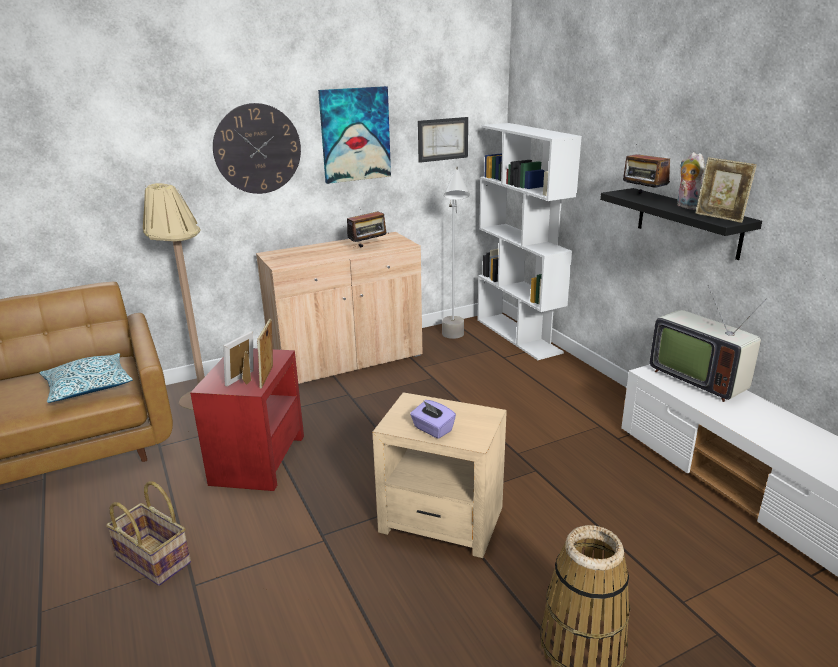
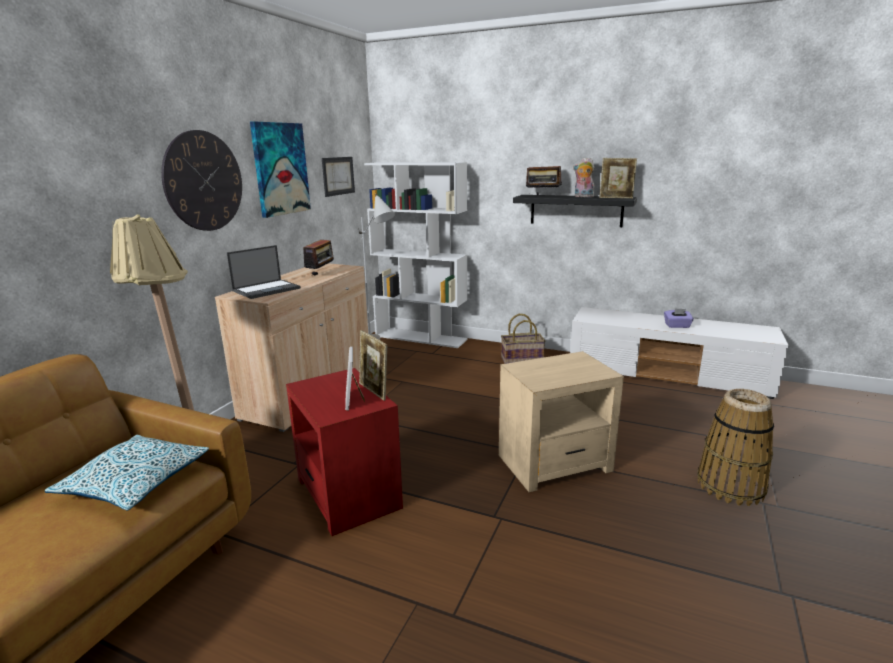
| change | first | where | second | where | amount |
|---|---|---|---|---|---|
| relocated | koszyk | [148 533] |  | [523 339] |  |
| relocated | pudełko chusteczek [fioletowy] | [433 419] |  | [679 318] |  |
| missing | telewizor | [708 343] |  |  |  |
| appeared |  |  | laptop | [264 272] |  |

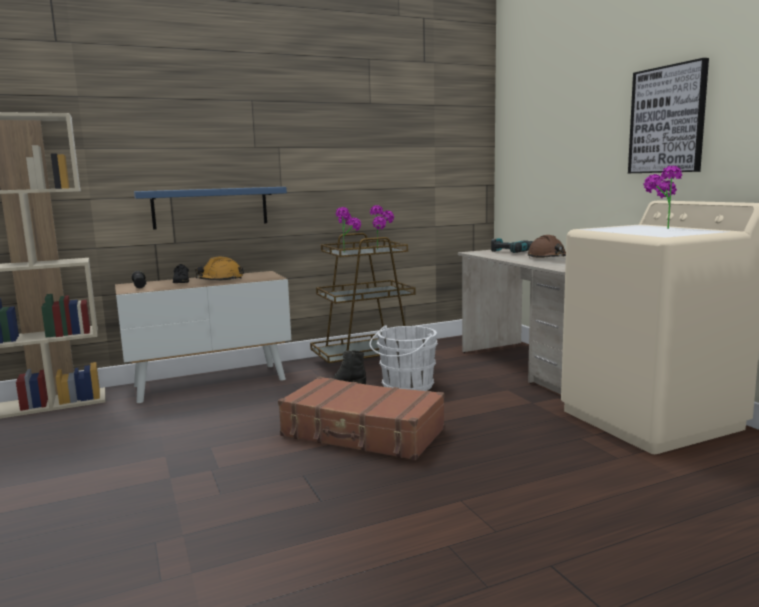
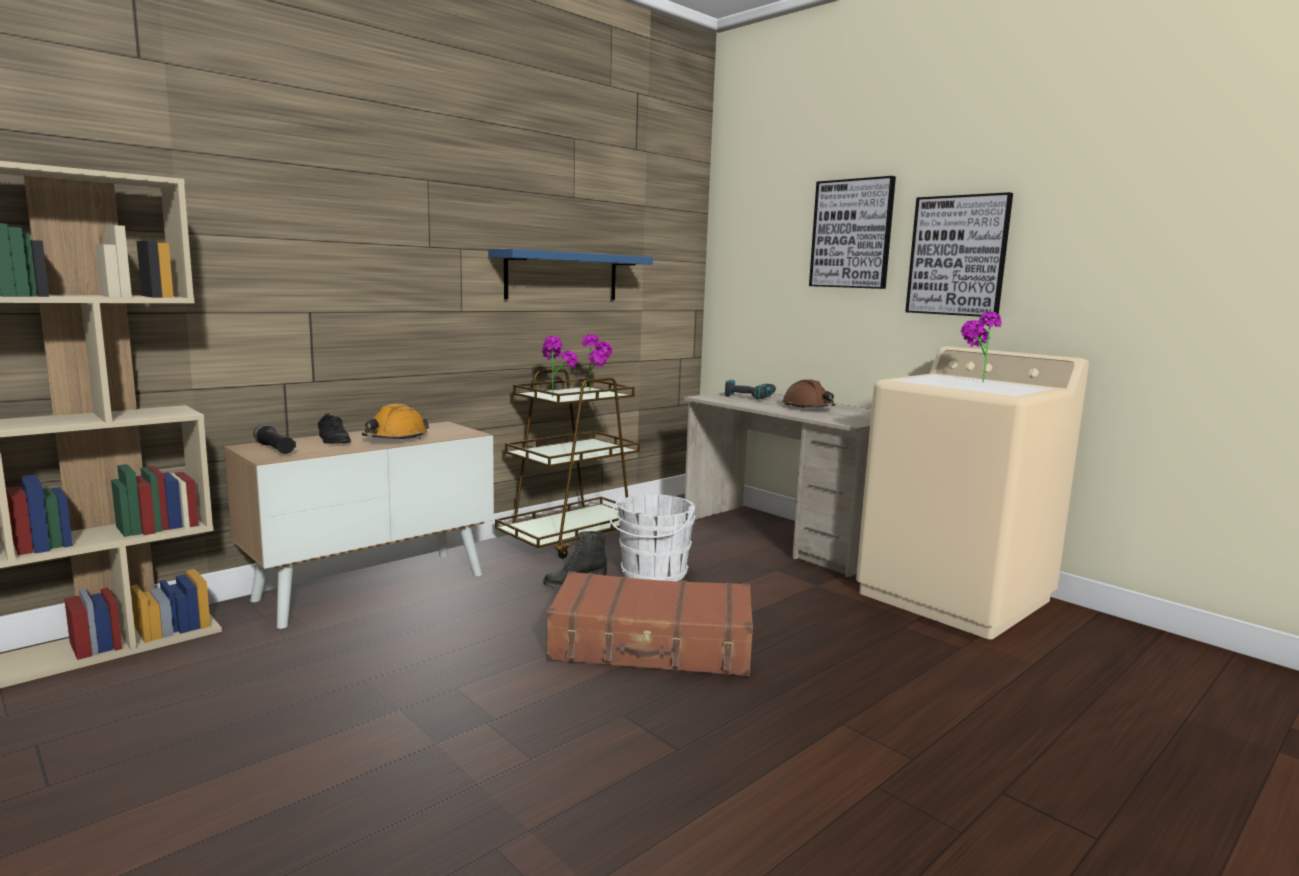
| change | first | where | second | where | amount |
|---|---|---|---|---|---|
| relocated | półka [niebieski] | [210 208] |  | [570 274] |  |
| appeared |  |  | obraz | [852 232] |  |

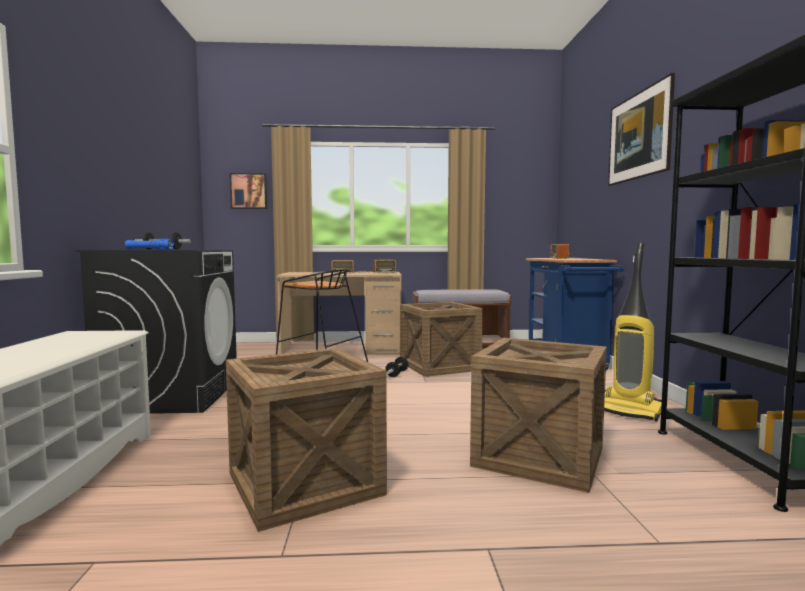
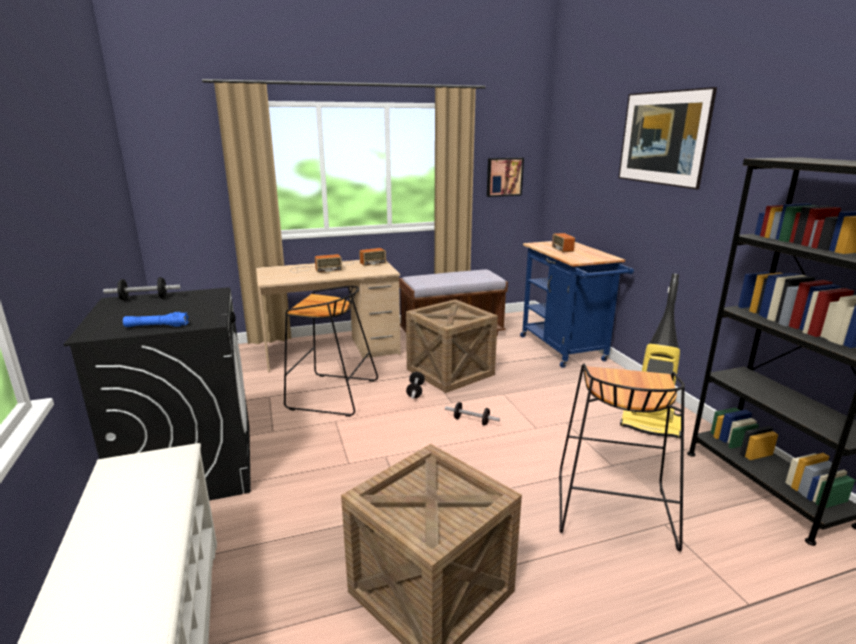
| change | first | where | second | where | amount |
|---|---|---|---|---|---|
| relocated | obraz | [248 191] |  | [505 177] |  |
| exchanged | skrzynka | [538 415] | stołek [czarny] | [622 457] |  |
| appeared |  |  | hantel | [472 414] |  |

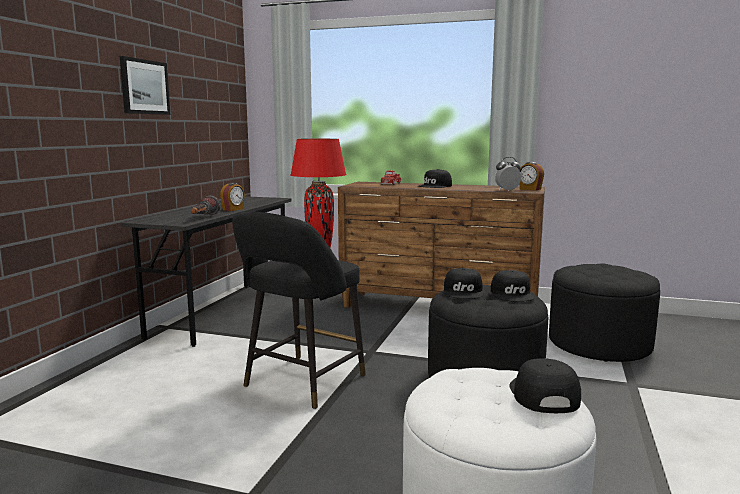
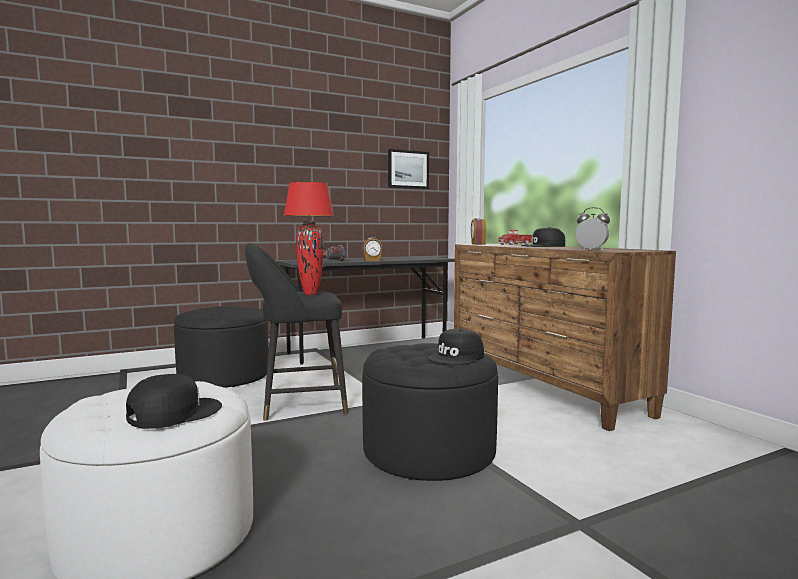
| change | first | where | second | where | amount |
|---|---|---|---|---|---|
| relocated | obraz | [145 85] |  | [408 169] |  |
| missing | czapka z daszkiem [czarny] | [463 283] |  |  |  |
| relocated | budzik | [531 176] |  | [478 231] |  |
| relocated | pufa [czarny] | [604 313] |  | [221 347] |  |

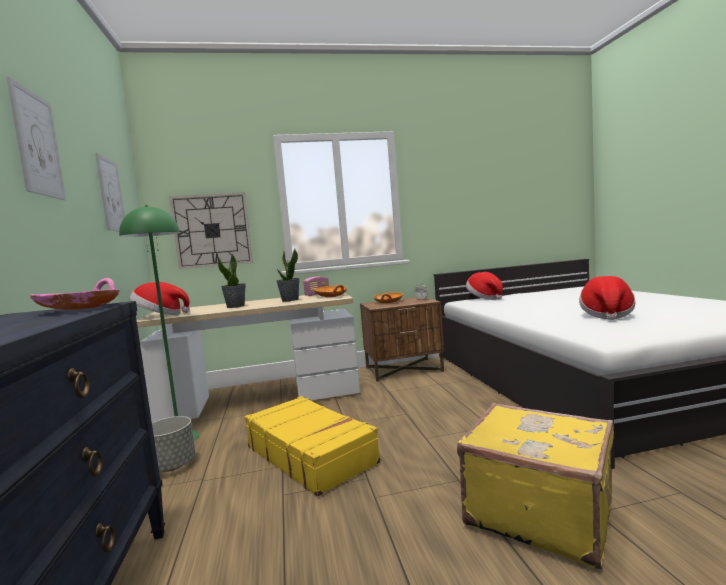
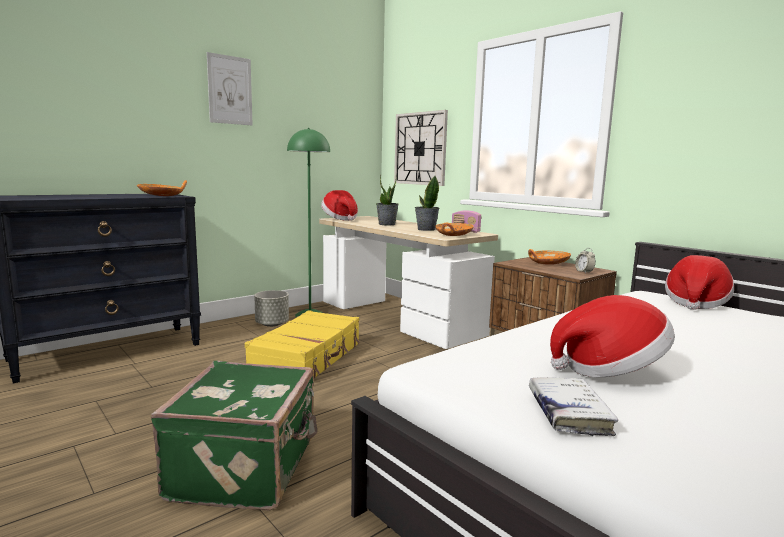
| change | first | where | second | where | amount |
|---|---|---|---|---|---|
| colour | miska [różowy] | [75 294] | miska [pomarańczowy] | [162 188] |  |
| missing | obraz | [110 192] |  |  |  |
| colour | walizka [żółty] | [535 486] | walizka [zielony] | [234 435] |  |
| appeared |  |  | książka [biały] | [573 406] |  |

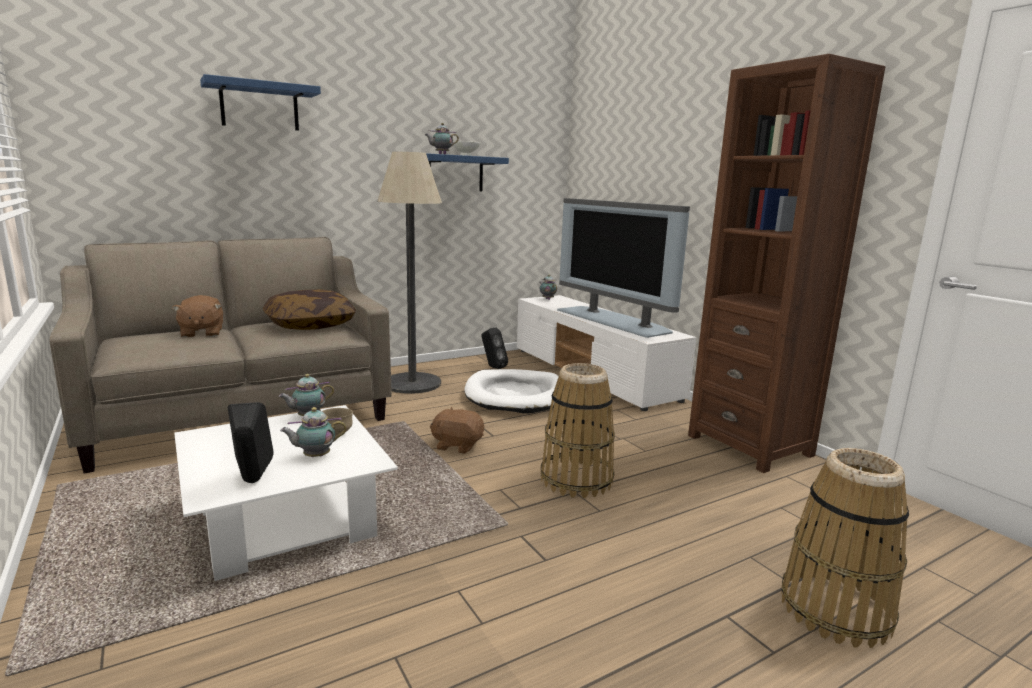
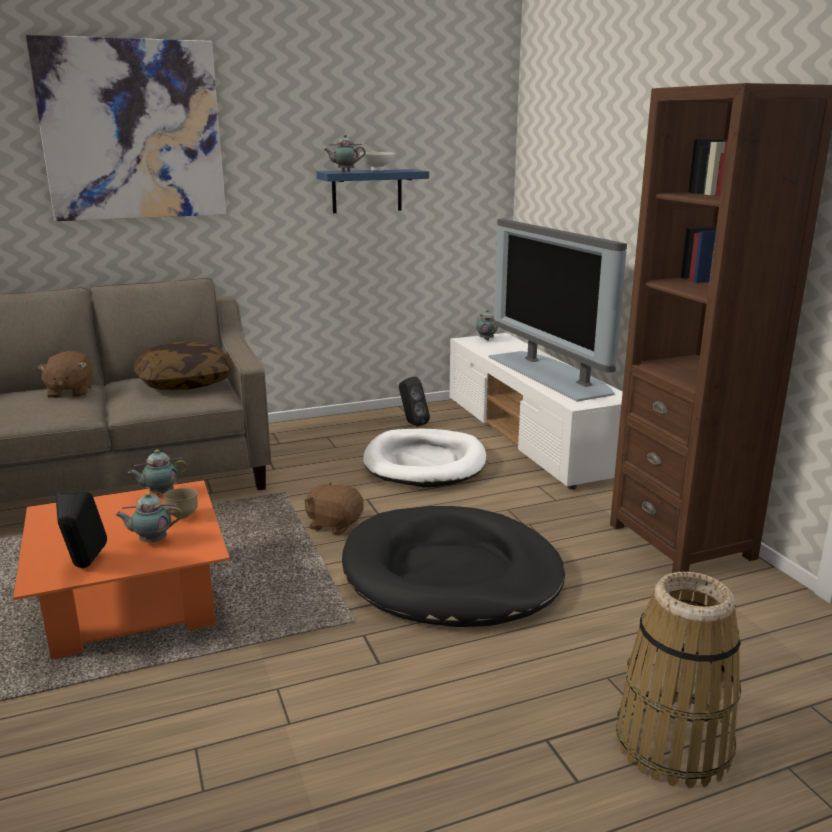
| change | first | where | second | where | amount |
|---|---|---|---|---|---|
| colour | ława [biały] | [286 493] | ława [pomarańczowy] | [121 570] |  |
| exchanged | półka [niebieski] | [260 102] | obraz | [126 128] |  |
| missing | lampa stojąca | [409 273] |  |  |  |
| exchanged | koszyk | [577 430] | legowisko [czarny] | [453 566] |  |

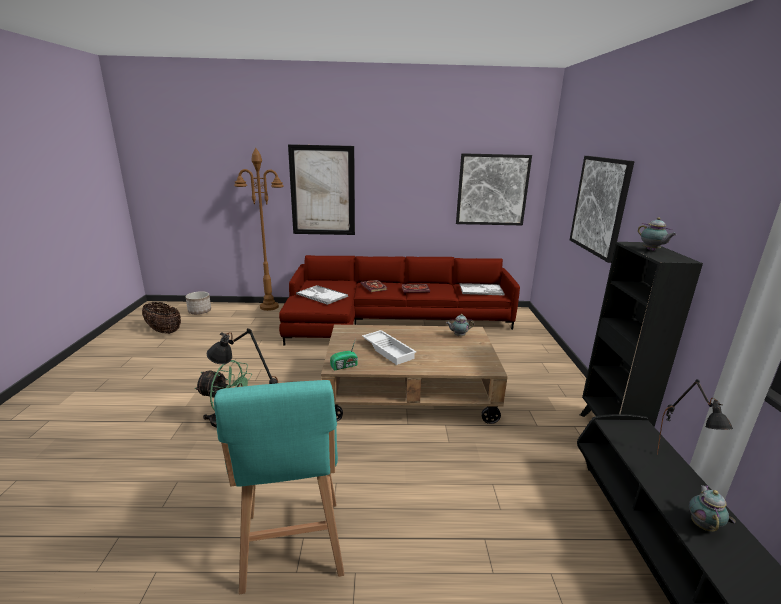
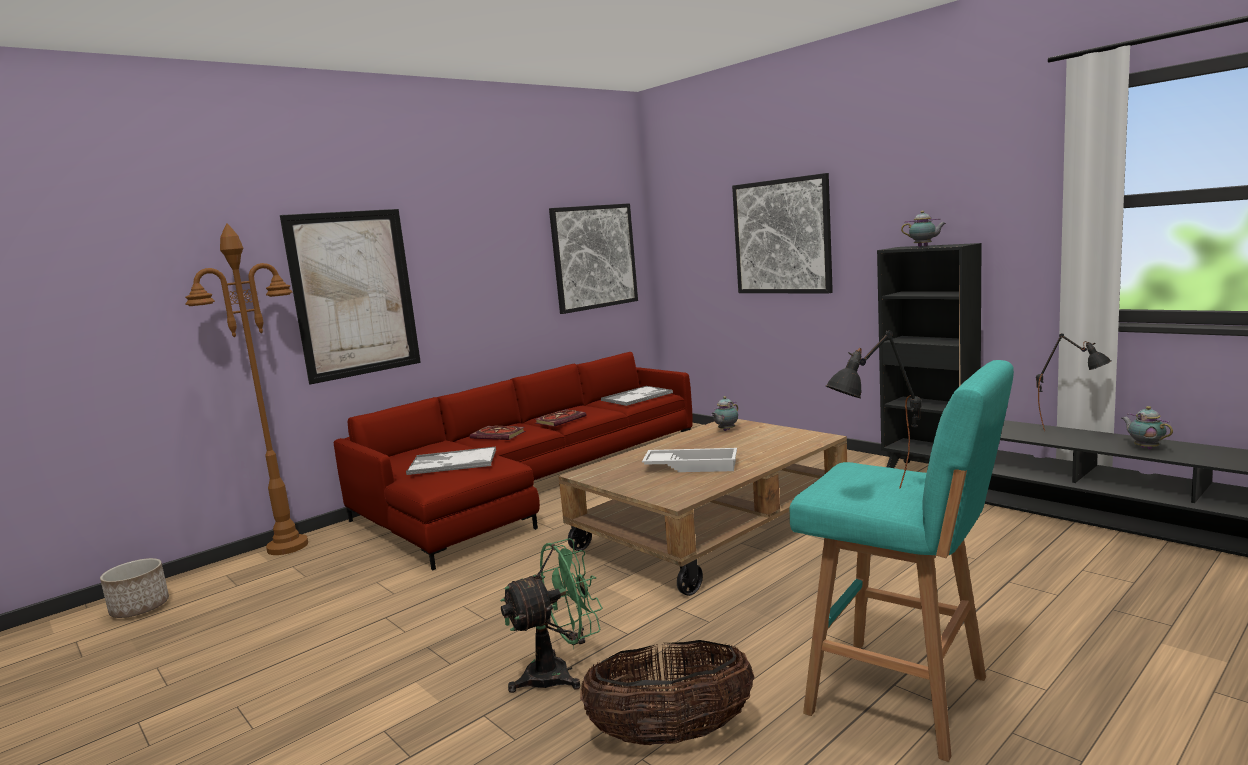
| change | first | where | second | where | amount |
|---|---|---|---|---|---|
| relocated | koszyk | [161 318] |  | [667 692] |  |
| missing | radio | [344 354] |  |  |  |

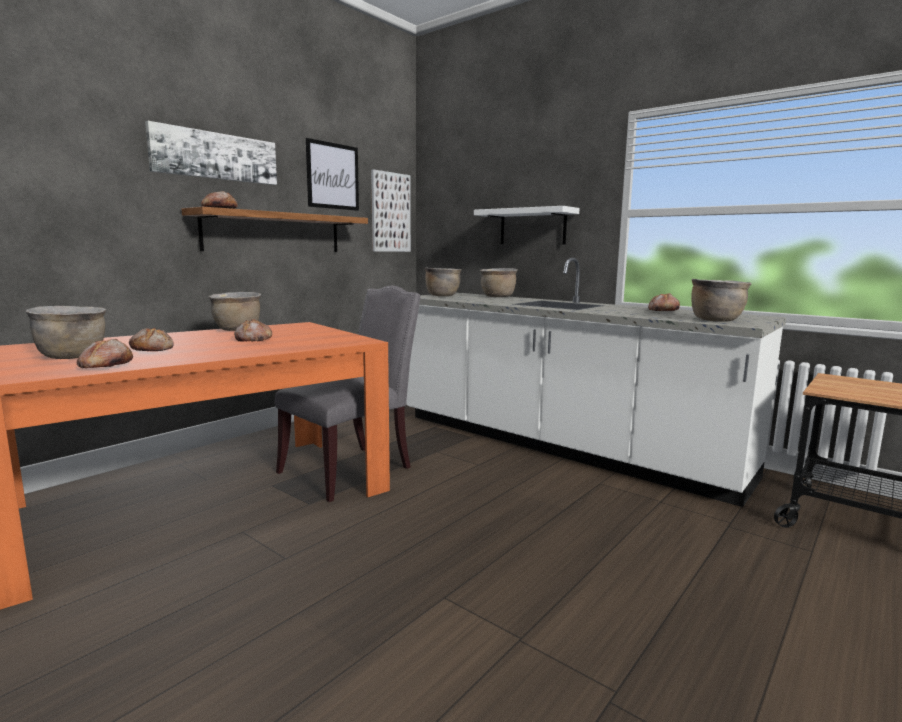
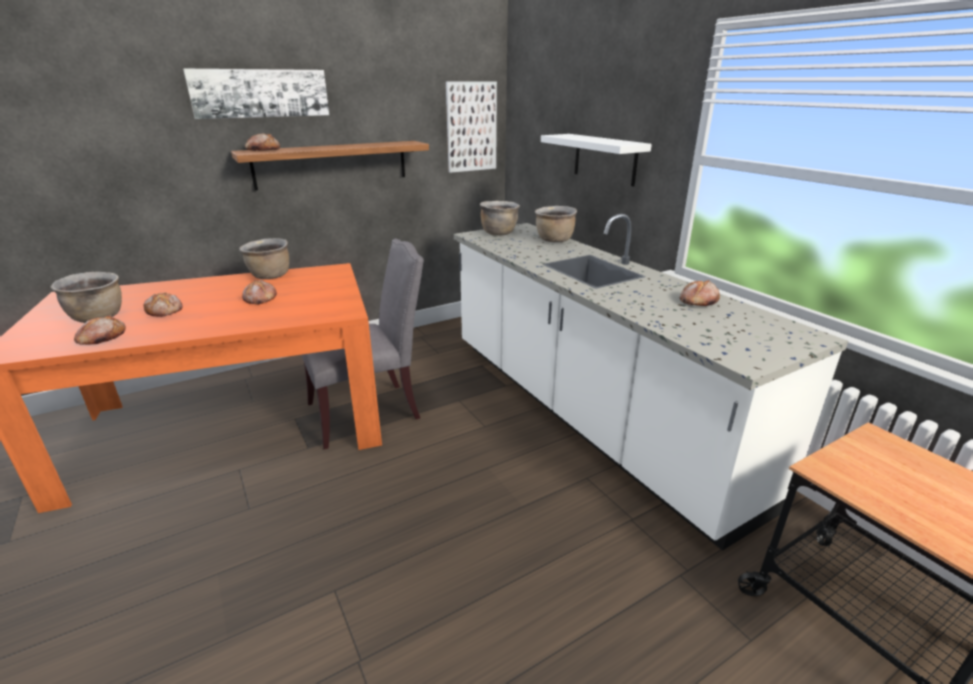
| change | first | where | second | where | amount |
|---|---|---|---|---|---|
| missing | obraz | [332 174] |  |  |  |
| missing | garnek [brązowy] | [721 300] |  |  |  |

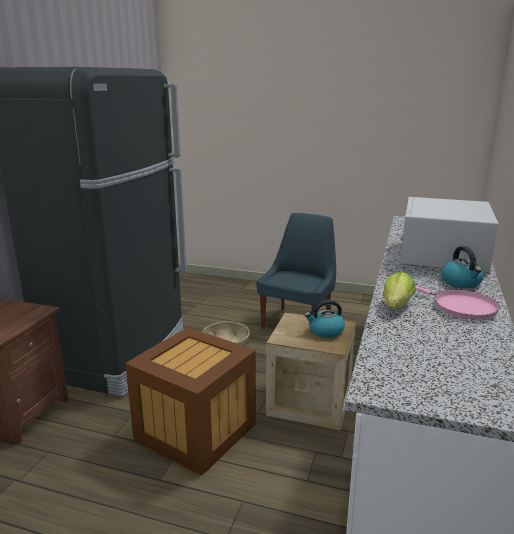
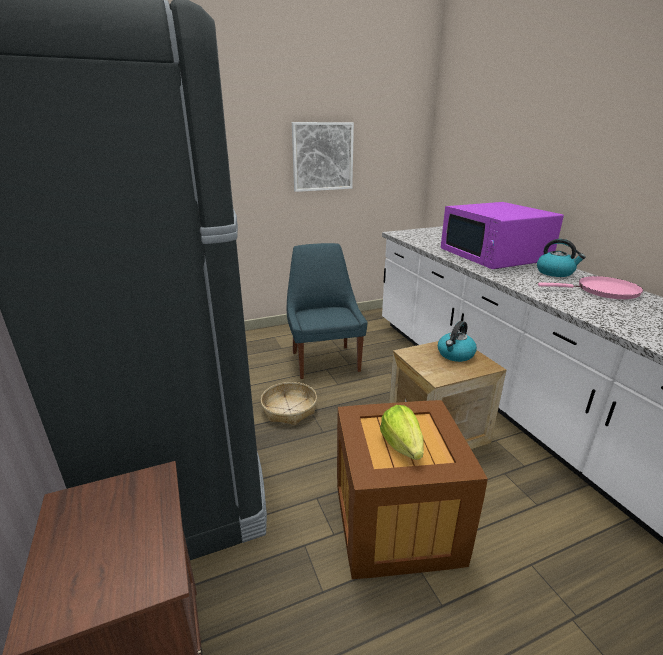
| change | first | where | second | where | amount |
|---|---|---|---|---|---|
| relocated | sałata | [399 290] |  | [402 432] |  |
| colour | mikrofalówka [biały] | [449 235] | mikrofalówka [fioletowy] | [502 235] |  |
| appeared |  |  | obraz | [323 157] |  |

